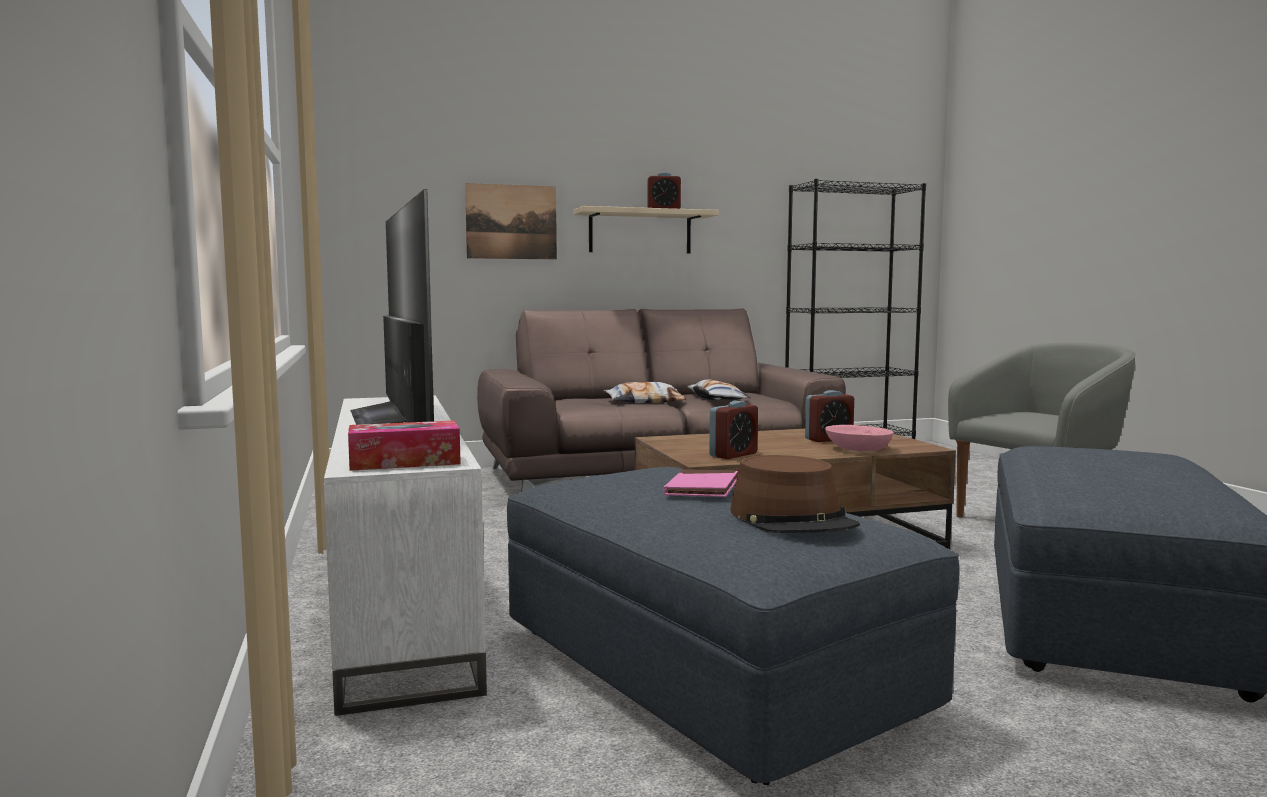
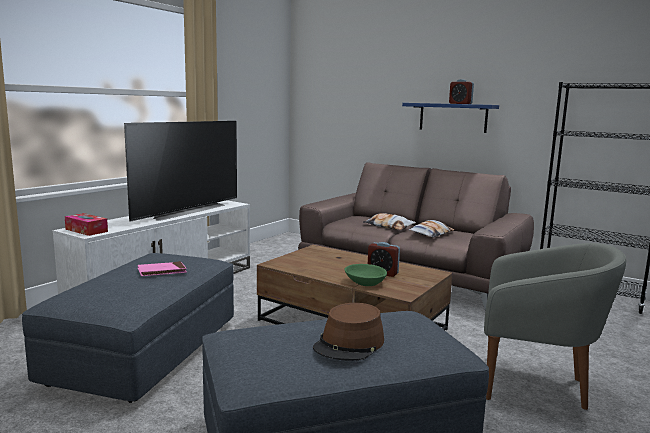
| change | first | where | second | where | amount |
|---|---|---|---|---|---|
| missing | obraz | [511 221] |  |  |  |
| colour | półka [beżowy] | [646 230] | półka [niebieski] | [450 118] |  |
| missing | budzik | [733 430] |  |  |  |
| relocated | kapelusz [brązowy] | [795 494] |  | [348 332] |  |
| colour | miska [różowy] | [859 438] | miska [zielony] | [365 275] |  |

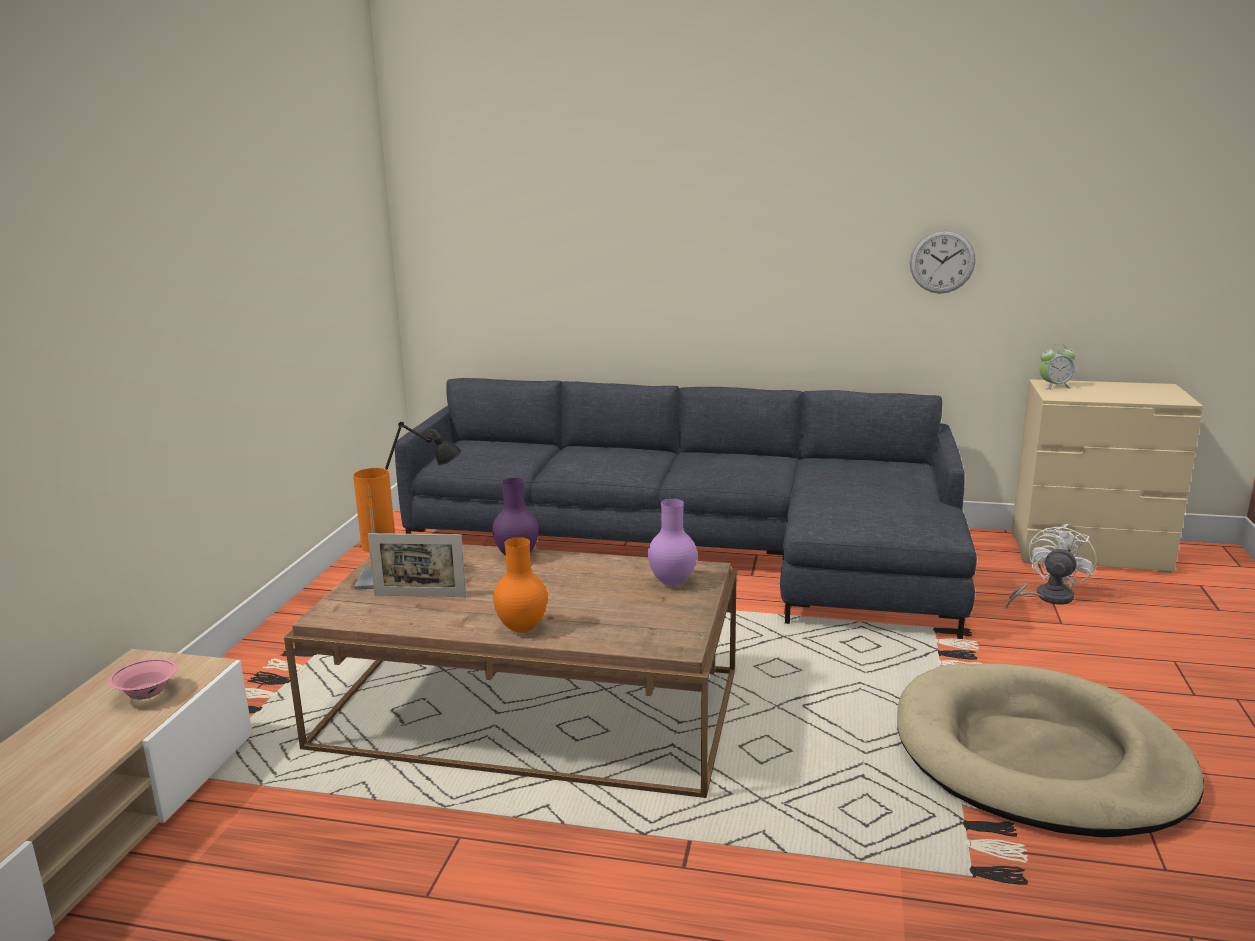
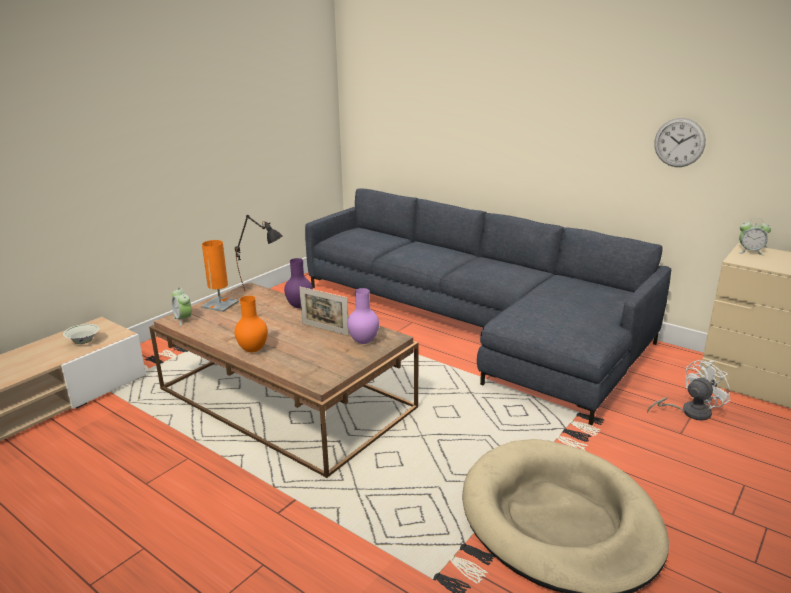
| change | first | where | second | where | amount |
|---|---|---|---|---|---|
| colour | miska [różowy] | [143 678] | miska [biały] | [81 334] |  |
| relocated | ramka na zdjęcie | [417 565] |  | [324 311] |  |
| appeared |  |  | budzik | [182 306] |  |

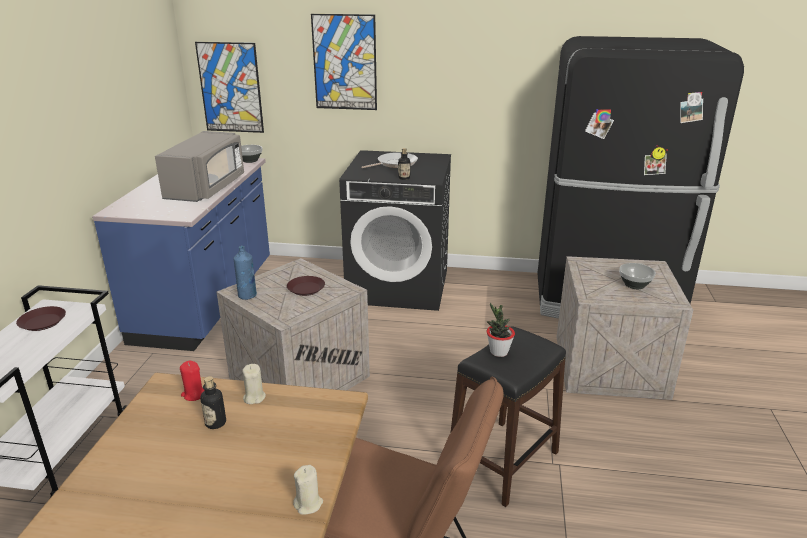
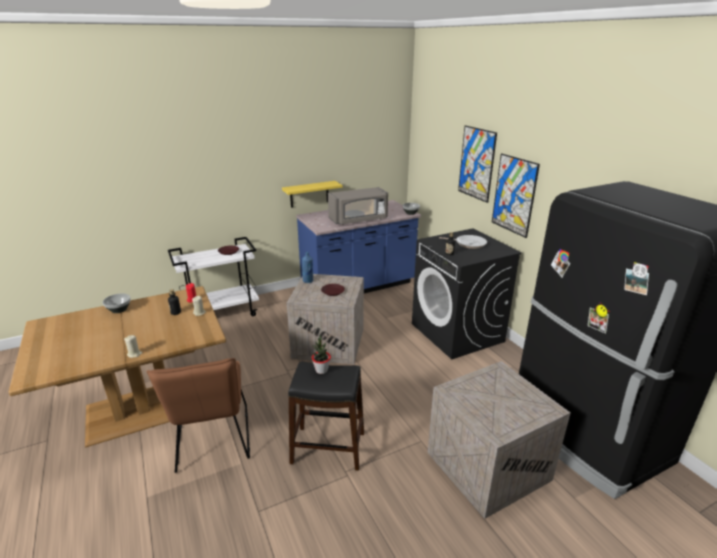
| change | first | where | second | where | amount |
|---|---|---|---|---|---|
| relocated | obraz | [229 87] |  | [516 196] |  |
| relocated | miska | [637 276] |  | [117 303] |  |
| appeared |  |  | półka [żółty] | [312 194] |  |

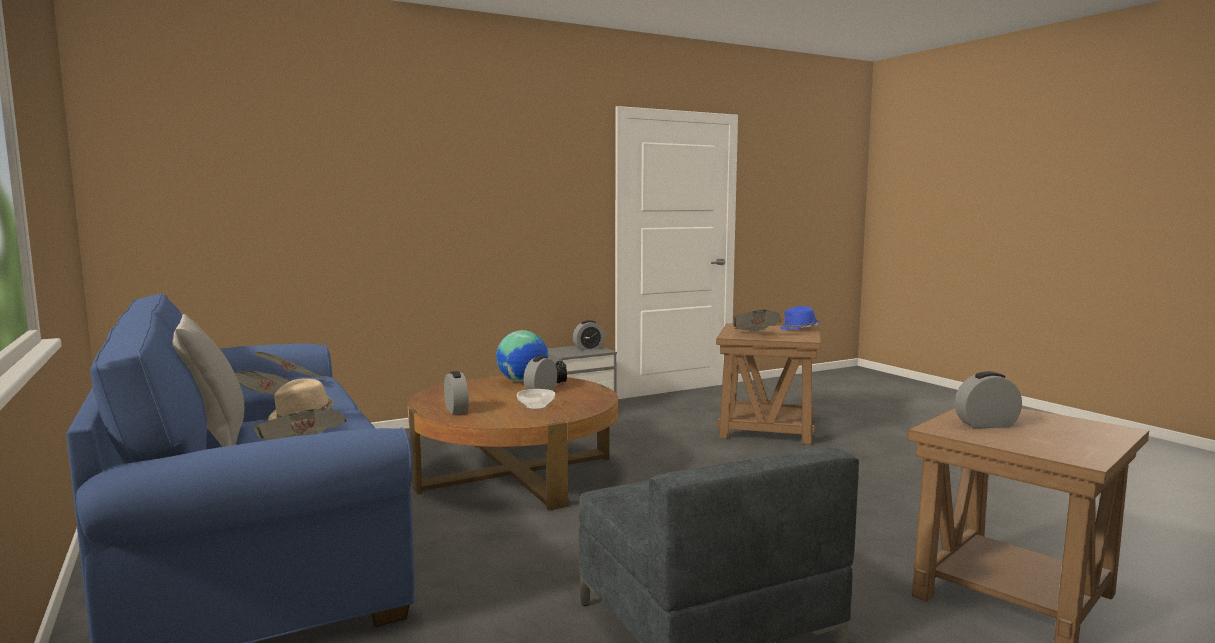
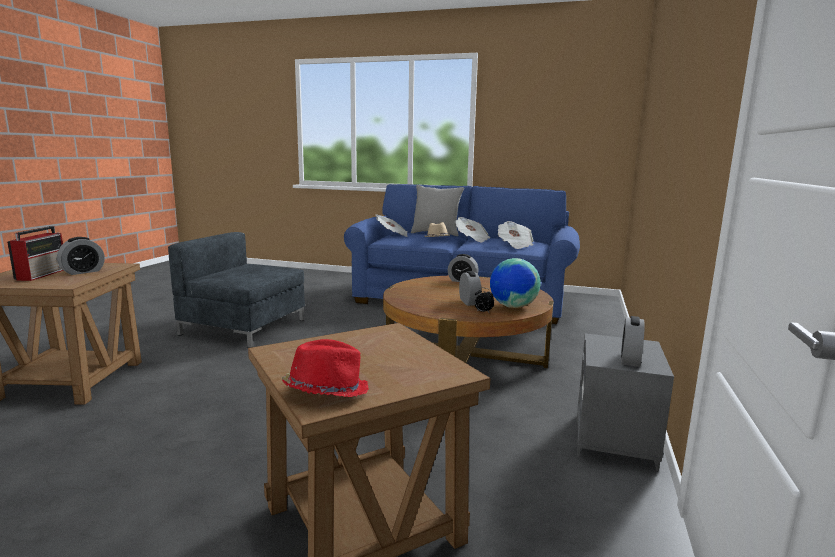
| change | first | where | second | where | amount |
|---|---|---|---|---|---|
| missing | miska | [536 399] |  |  |  |
| missing | gazeta | [757 320] |  |  |  |
| colour | kapelusz [niebieski] | [800 318] | kapelusz [czerwony] | [325 368] |  |
| appeared |  |  | radio | [35 253] |  |

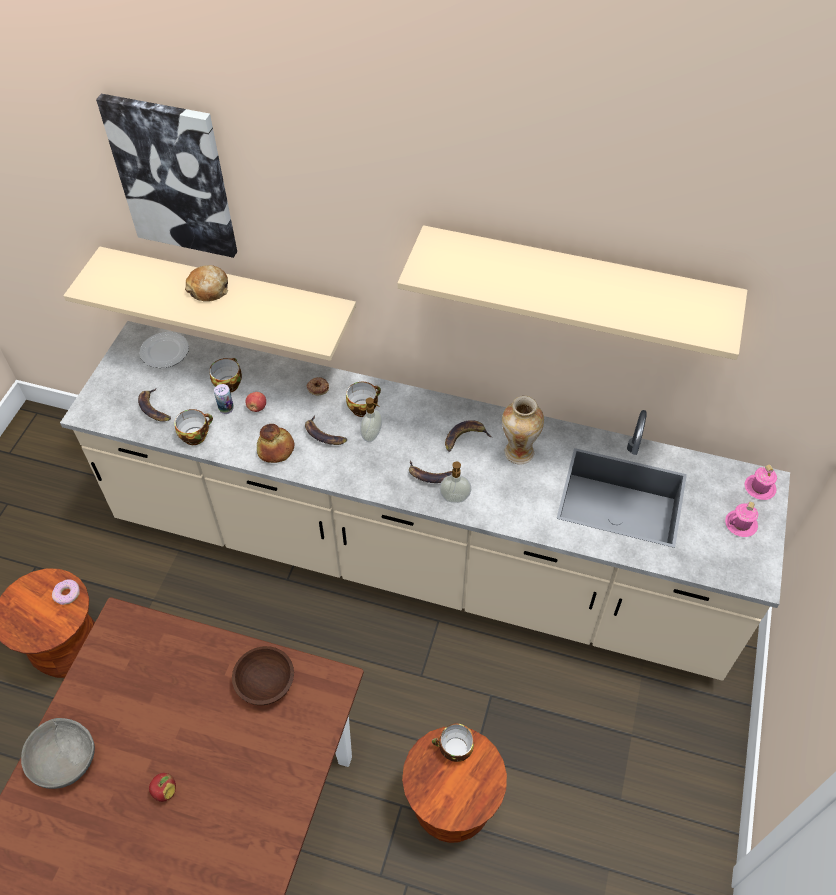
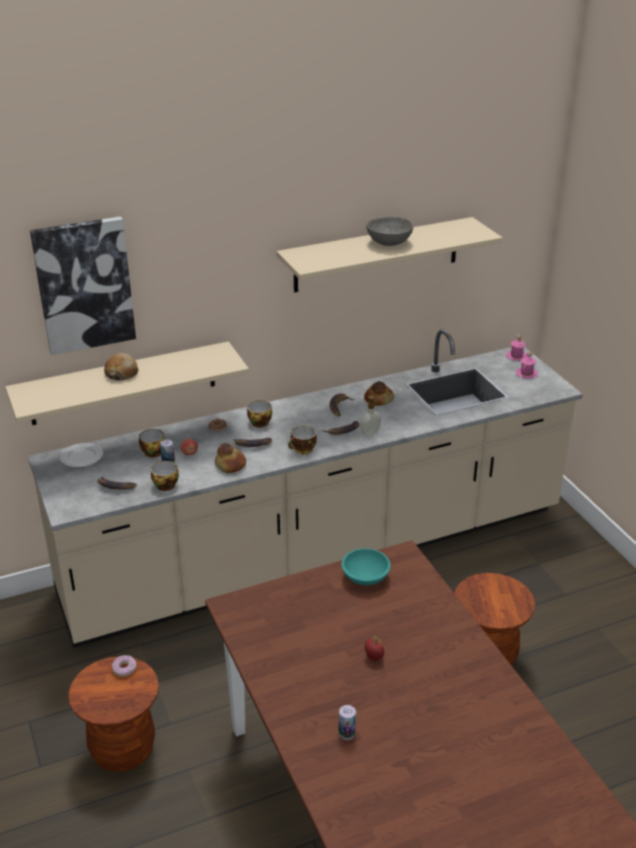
| change | first | where | second | where | amount |
|---|---|---|---|---|---|
| relocated | miska [szary] | [58 753] |  | [390 231] |  |
| colour | miska [brązowy] | [263 675] | miska [turkusowy] | [366 566] |  |
| missing | dozownik mydła | [371 420] |  |  |  |
| relocated | filiżanka | [453 743] |  | [302 440] |  |
| exchanged | wazon | [523 430] | chleb | [379 393] |  |
| appeared |  |  | puszka | [347 722] |  |

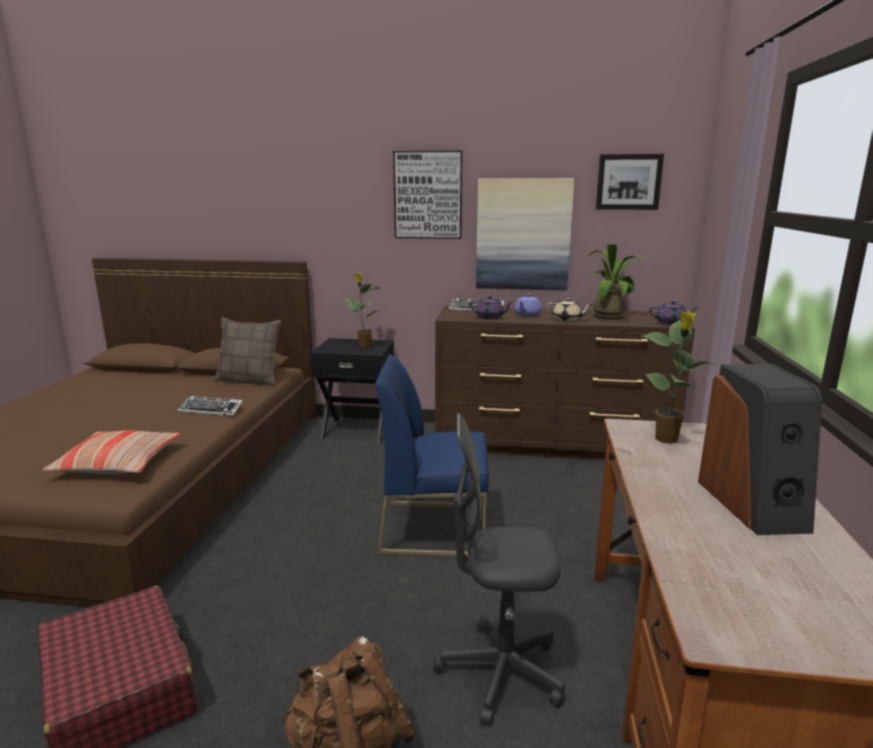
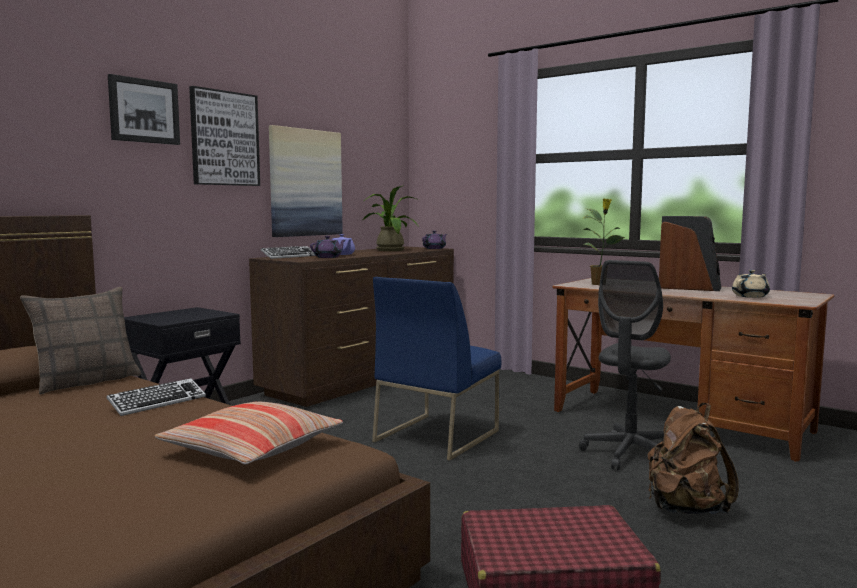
| change | first | where | second | where | amount |
|---|---|---|---|---|---|
| missing | roślina doniczkowa | [362 310] |  |  |  |
| relocated | imbryk [beżowy] | [569 310] |  | [751 284] |  |
| relocated | obraz | [630 182] |  | [144 109] |  |

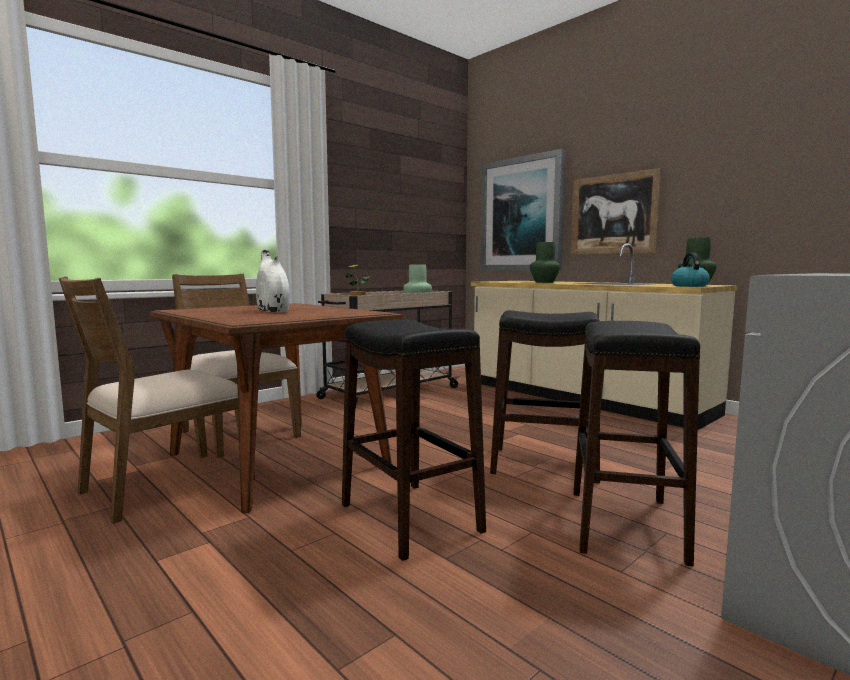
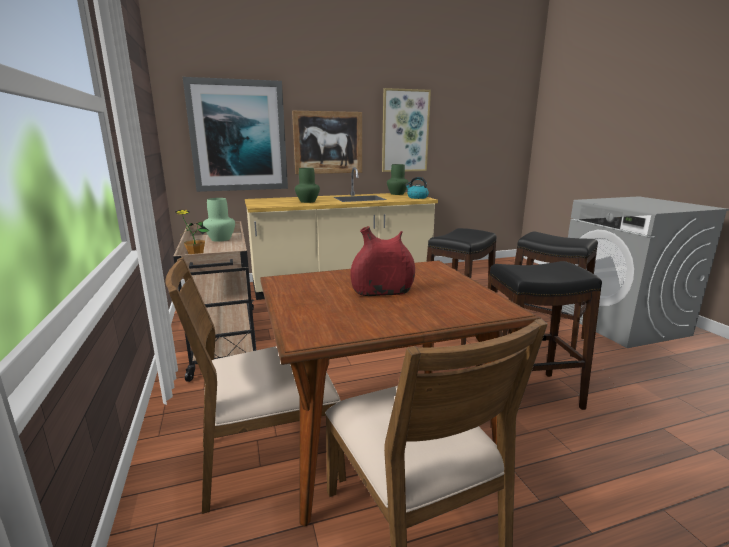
| change | first | where | second | where | amount |
|---|---|---|---|---|---|
| colour | wazon [biały] | [273 281] | wazon [czerwony] | [382 261] |  |
| appeared |  |  | obraz | [406 130] |  |

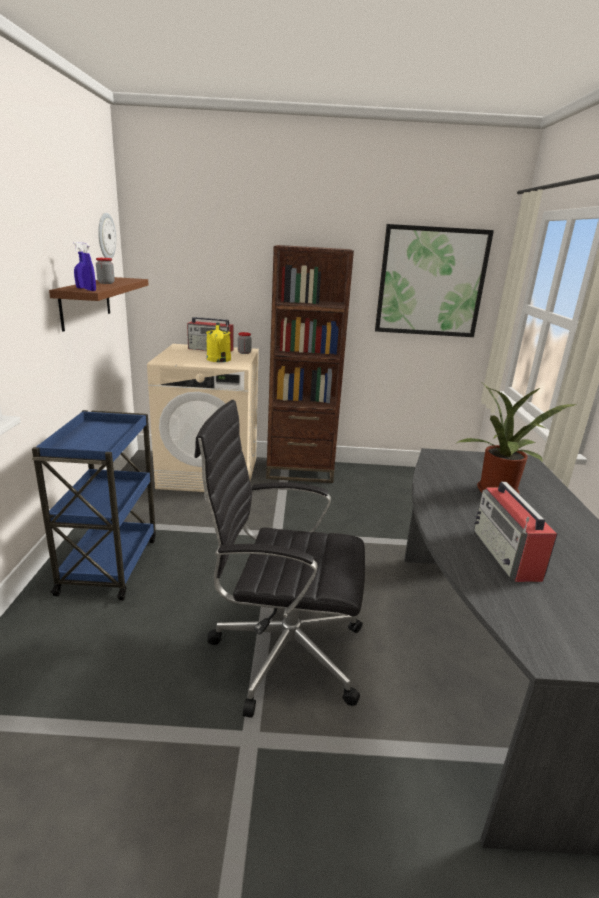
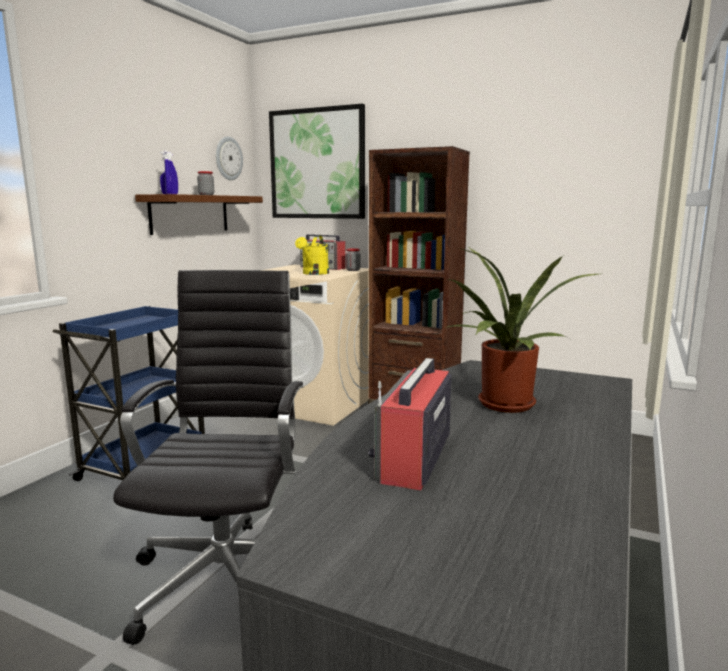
| change | first | where | second | where | amount |
|---|---|---|---|---|---|
| spun | krzesło biurowe [czarny] | [279 559] |  | [208 457] | 60 degrees clockwise |
| relocated | obraz | [434 280] |  | [317 161] |  |

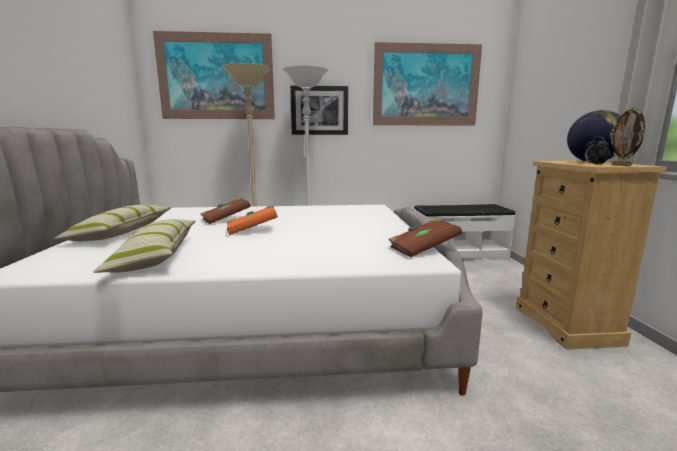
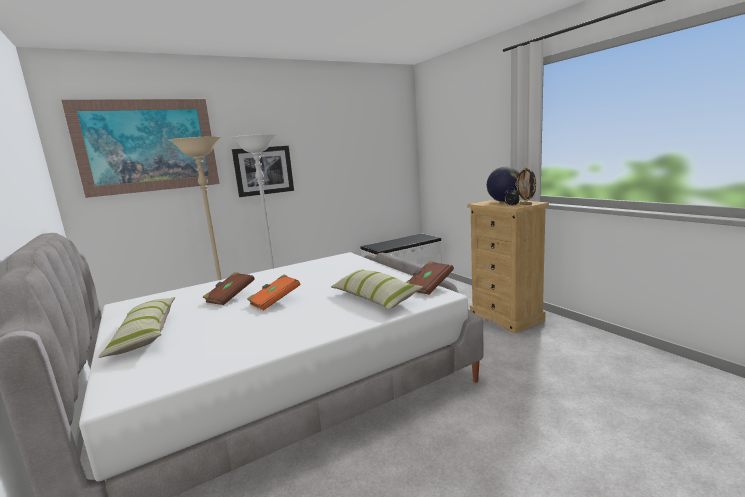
| change | first | where | second | where | amount |
|---|---|---|---|---|---|
| relocated | poduszka | [144 246] |  | [377 289] |  |
| missing | obraz | [427 84] |  |  |  |

